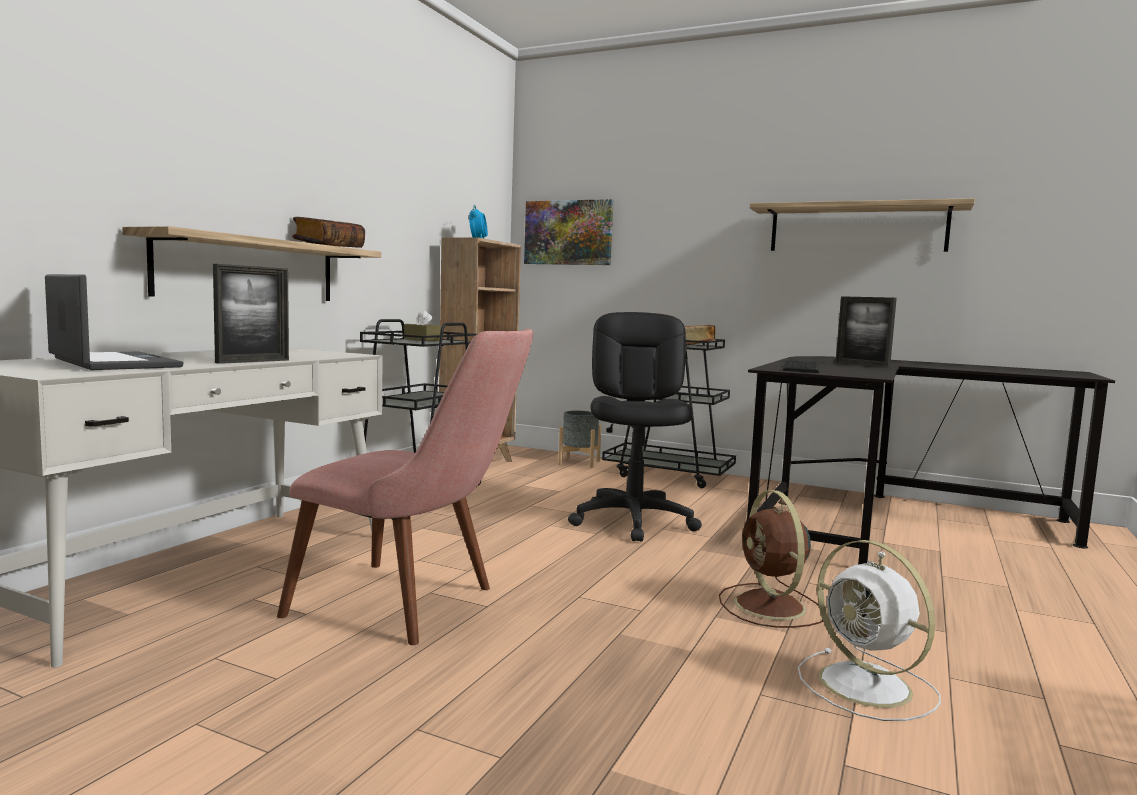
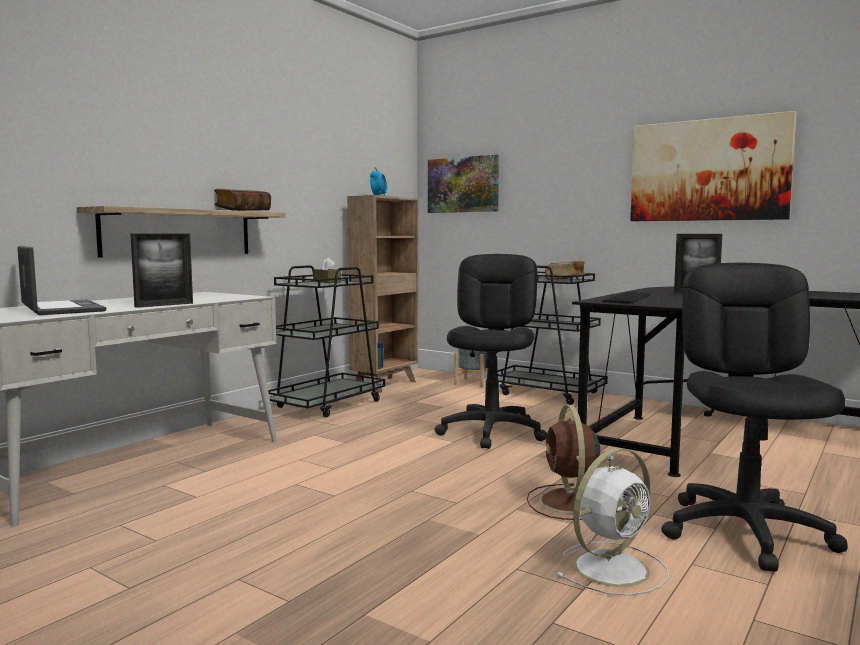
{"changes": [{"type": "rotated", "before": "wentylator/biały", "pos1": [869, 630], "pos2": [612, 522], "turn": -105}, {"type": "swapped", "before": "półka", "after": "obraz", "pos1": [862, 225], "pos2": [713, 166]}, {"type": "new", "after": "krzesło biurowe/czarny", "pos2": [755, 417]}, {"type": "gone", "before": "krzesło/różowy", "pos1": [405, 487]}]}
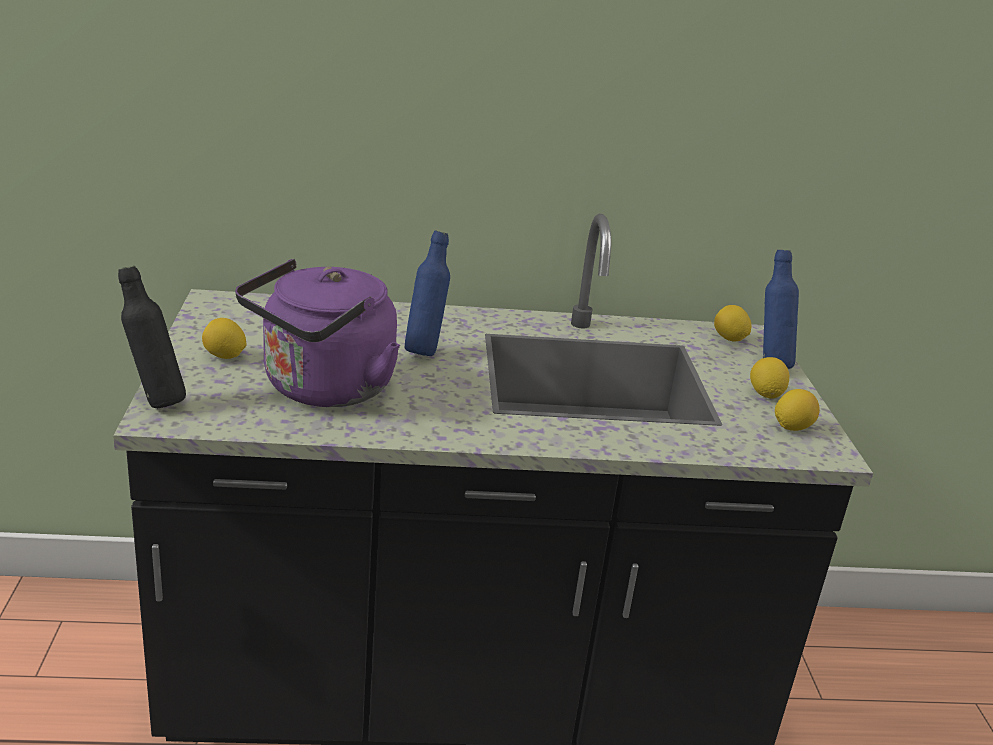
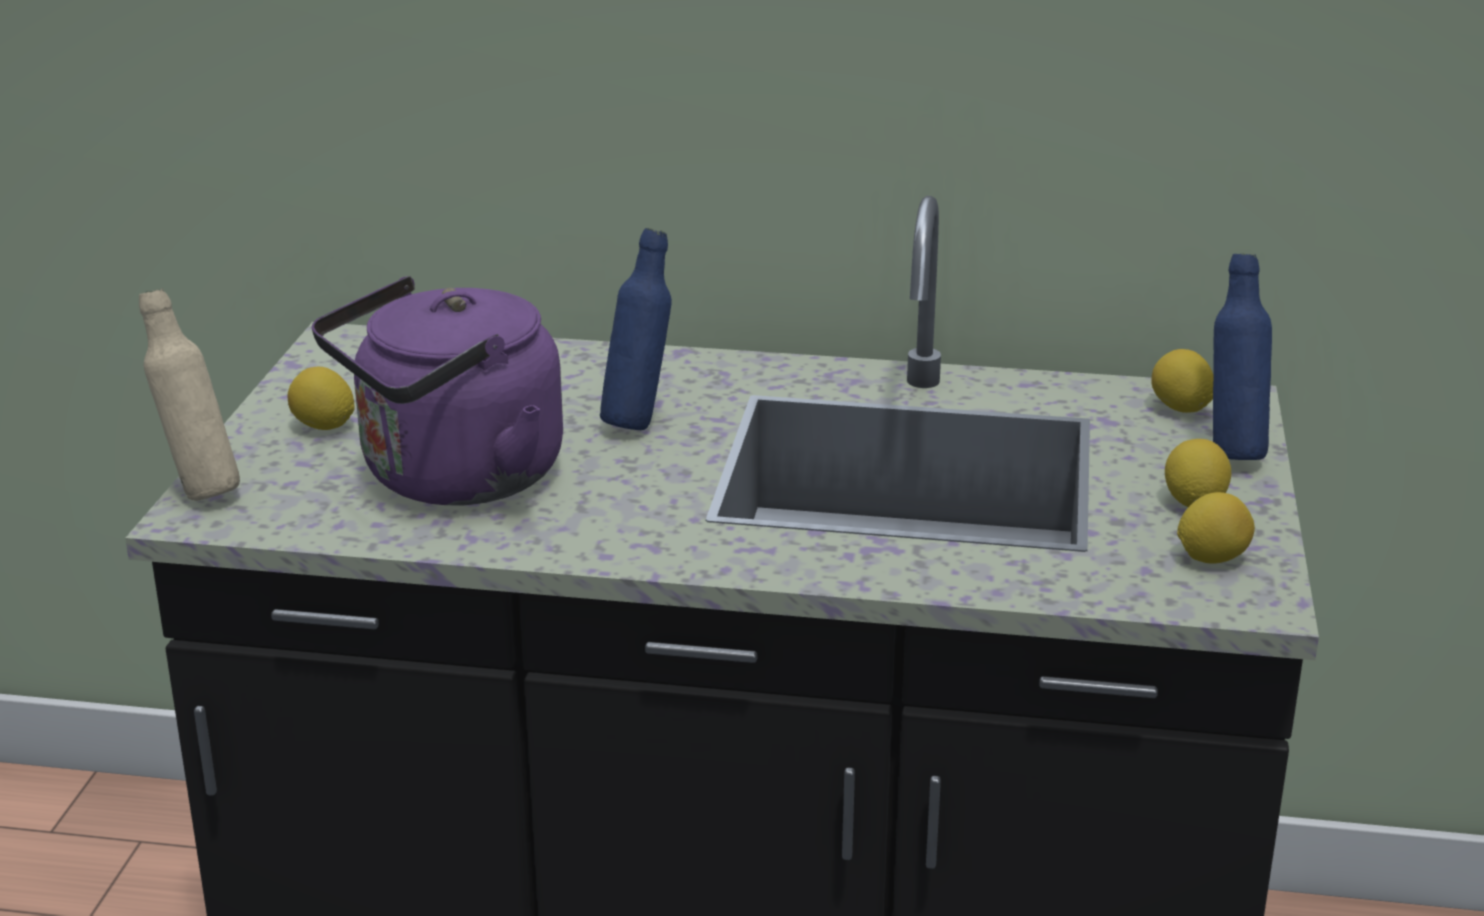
{"changes": [{"type": "repainted", "before": "butelka/czarny", "after": "butelka/beżowy", "pos1": [152, 337], "pos2": [189, 394]}]}
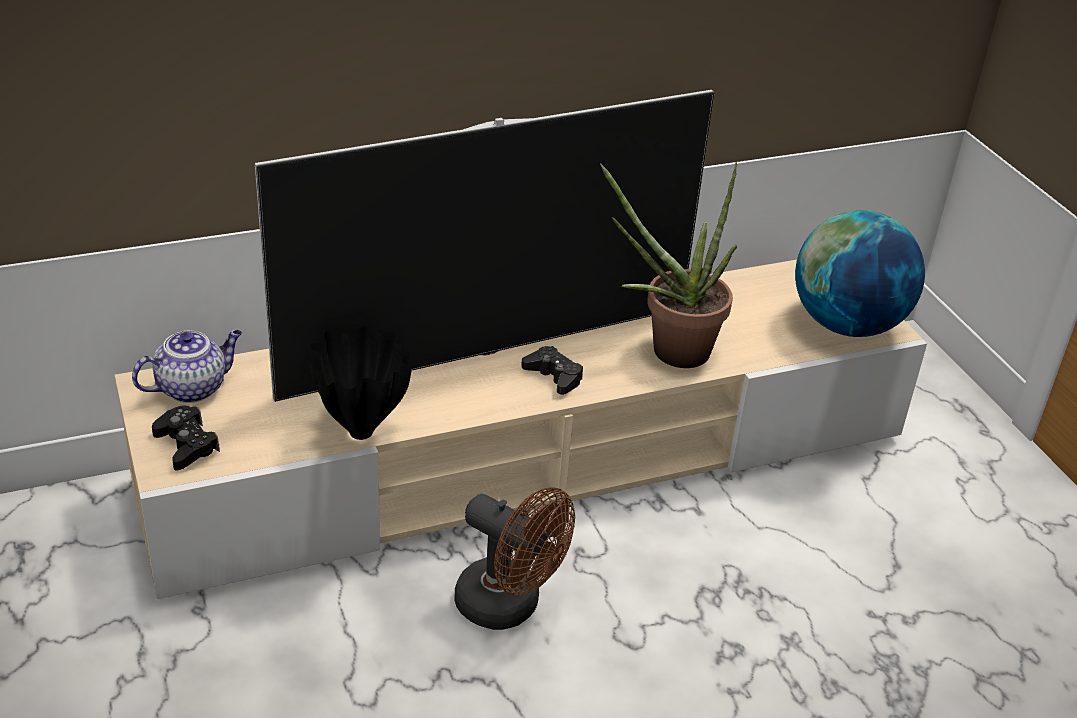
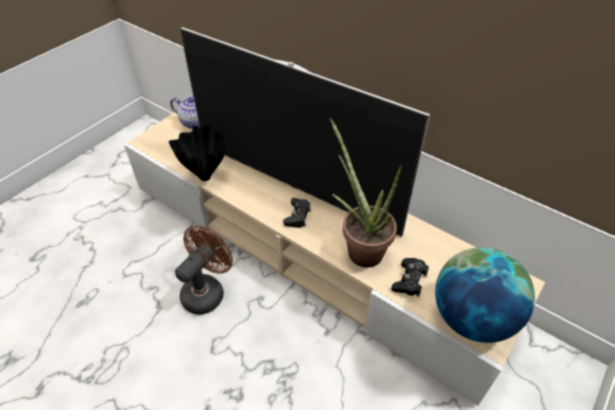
{"changes": [{"type": "rotated", "before": "wentylator/brązowy", "pos1": [514, 558], "pos2": [204, 270], "turn": -150}, {"type": "shifted", "before": "pad do gier/czarny", "pos1": [186, 438], "pos2": [410, 277]}]}
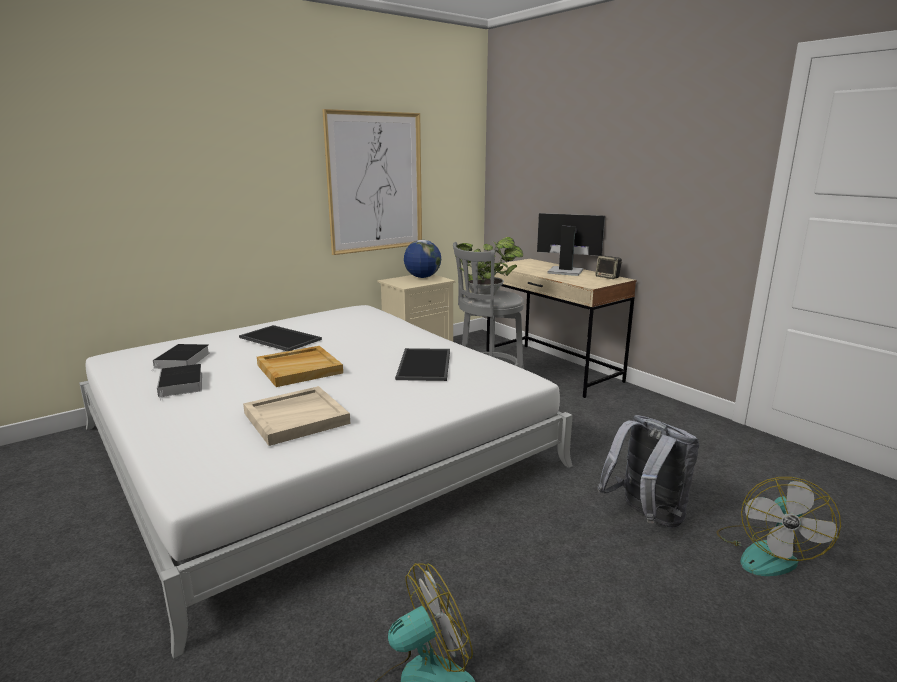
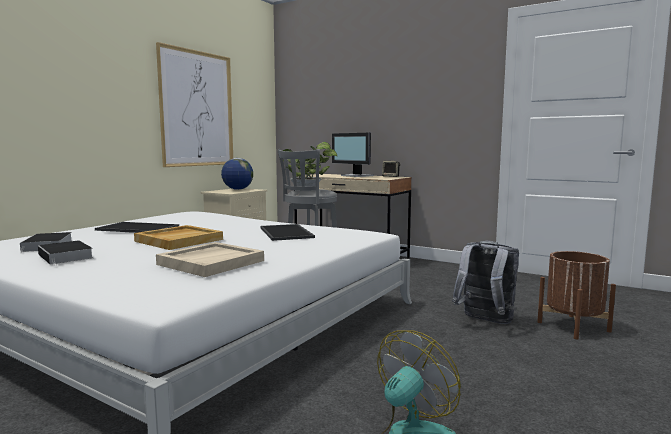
{"changes": [{"type": "rotated", "before": "monitor", "pos1": [571, 244], "pos2": [353, 155], "turn": -135}, {"type": "swapped", "before": "wentylator", "after": "donica/brązowy", "pos1": [778, 526], "pos2": [576, 295]}]}
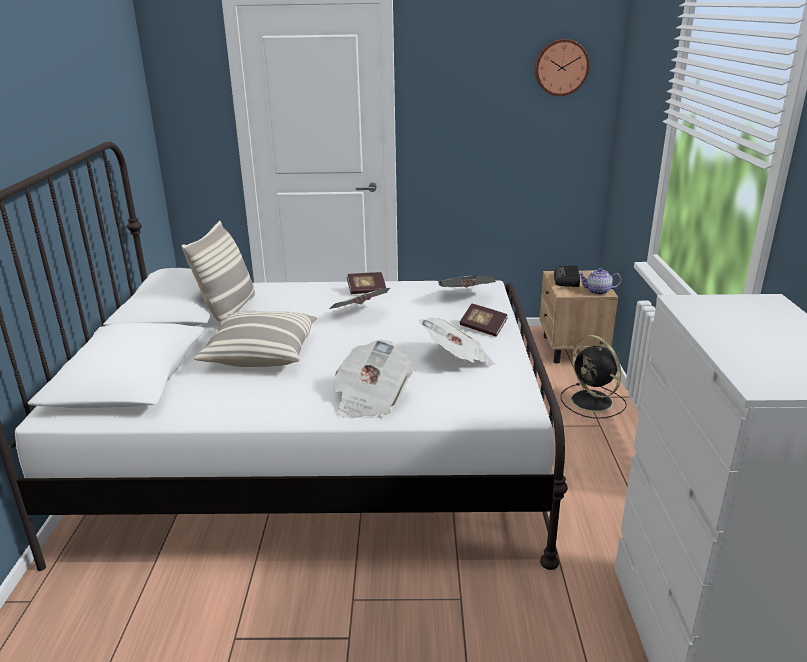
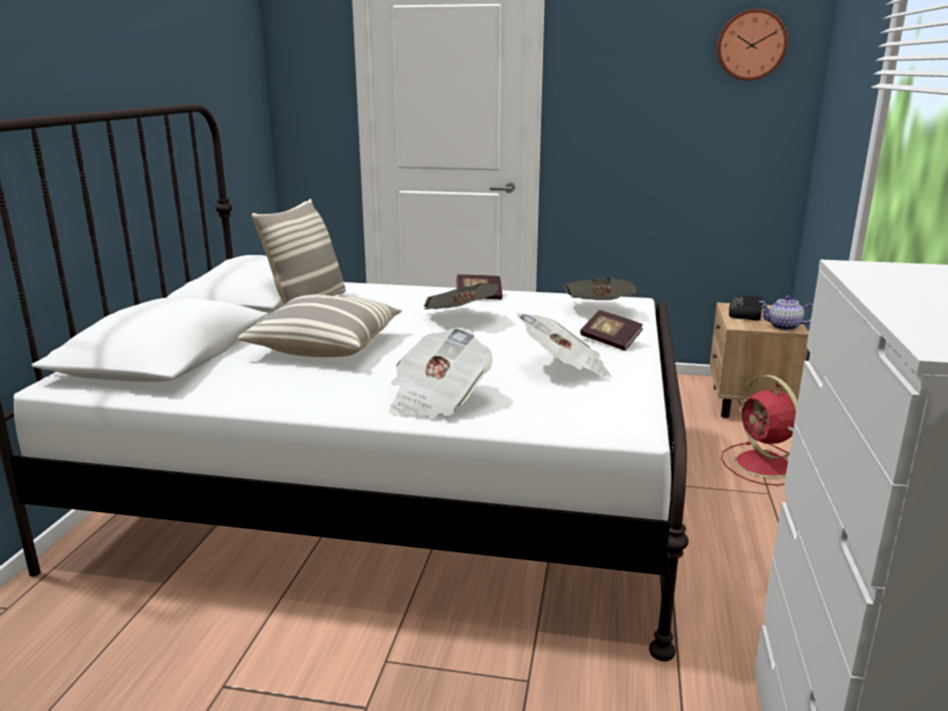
{"changes": [{"type": "repainted", "before": "wentylator/czarny", "after": "wentylator/czerwony", "pos1": [594, 377], "pos2": [759, 430]}]}
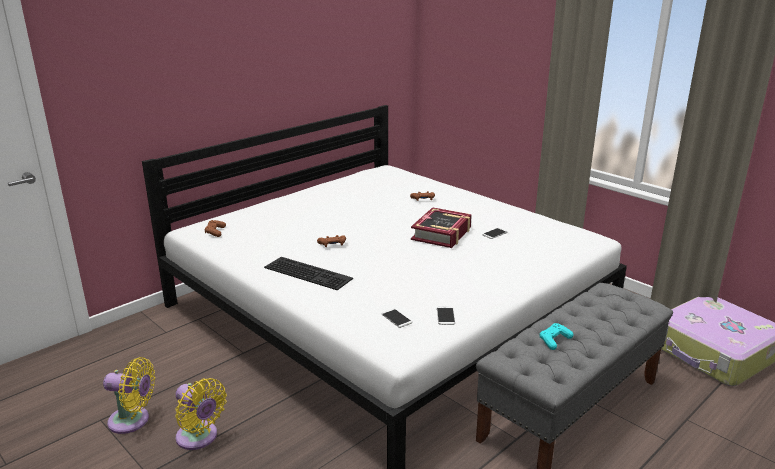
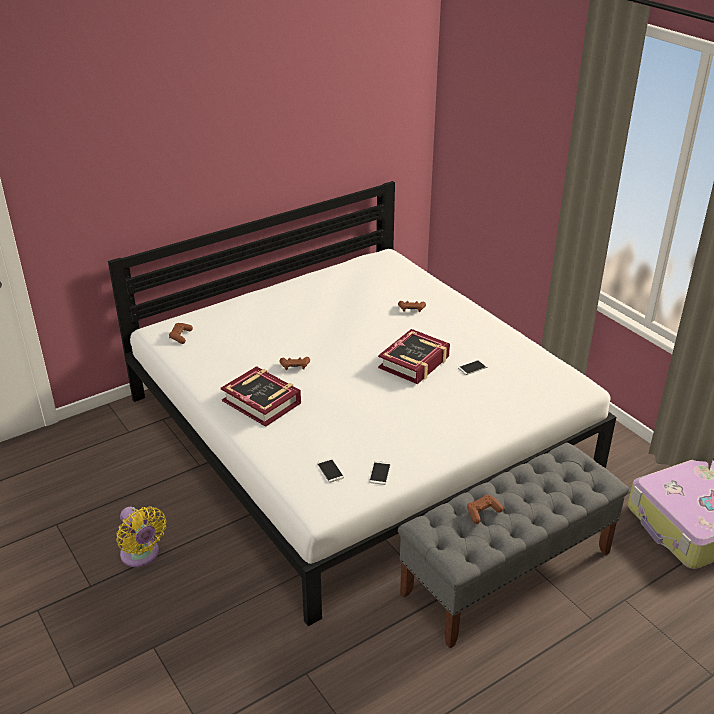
{"changes": [{"type": "swapped", "before": "klawiatura", "after": "książka", "pos1": [308, 273], "pos2": [261, 396]}, {"type": "repainted", "before": "pad do gier/turkusowy", "after": "pad do gier/brązowy", "pos1": [557, 336], "pos2": [485, 509]}, {"type": "gone", "before": "wentylator/żółty", "pos1": [129, 395]}]}
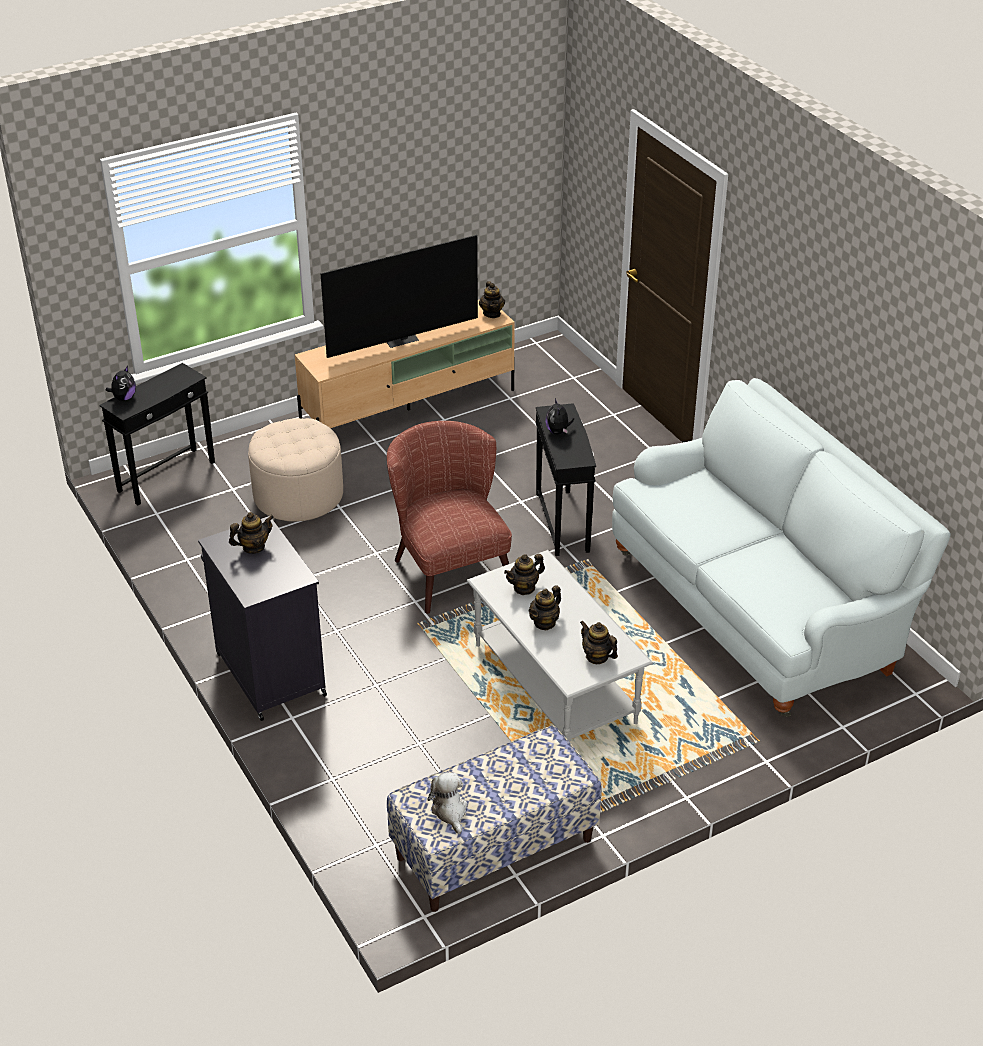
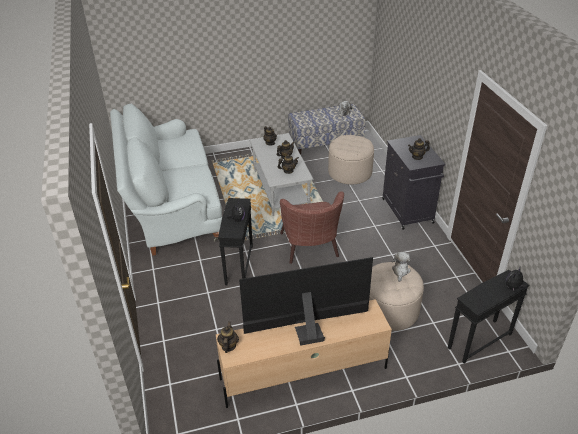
{"changes": [{"type": "new", "after": "pufa/beżowy", "pos2": [351, 160]}, {"type": "new", "after": "pluszak", "pos2": [400, 267]}]}
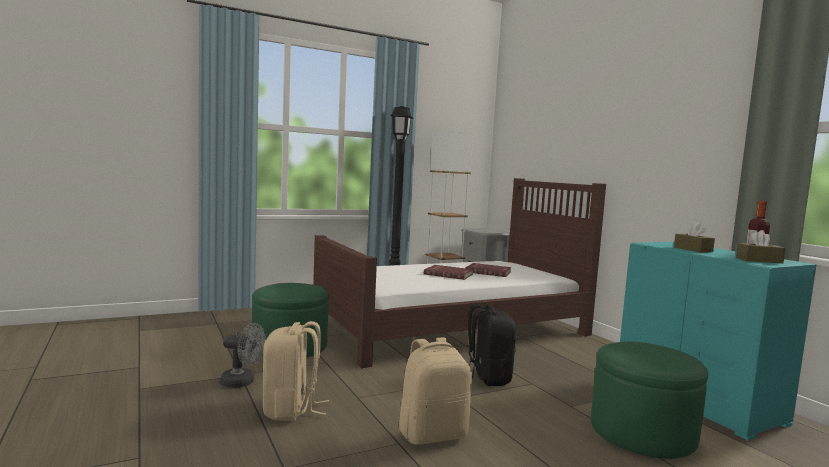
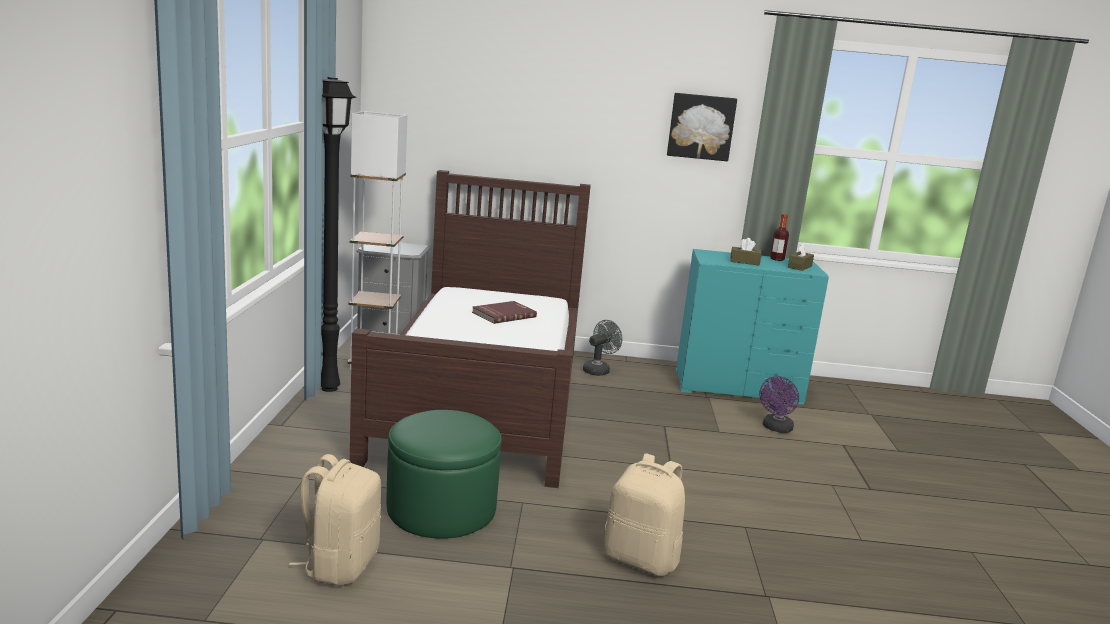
{"changes": [{"type": "shifted", "before": "plecak/beżowy", "pos1": [435, 391], "pos2": [335, 520]}, {"type": "shifted", "before": "wentylator/szary", "pos1": [243, 355], "pos2": [603, 348]}, {"type": "new", "after": "obraz", "pos2": [702, 127]}, {"type": "swapped", "before": "pufa/zielony", "after": "wentylator/fioletowy", "pos1": [649, 400], "pos2": [779, 404]}, {"type": "gone", "before": "książka/czerwony", "pos1": [448, 272]}, {"type": "gone", "before": "plecak/czarny", "pos1": [492, 345]}]}
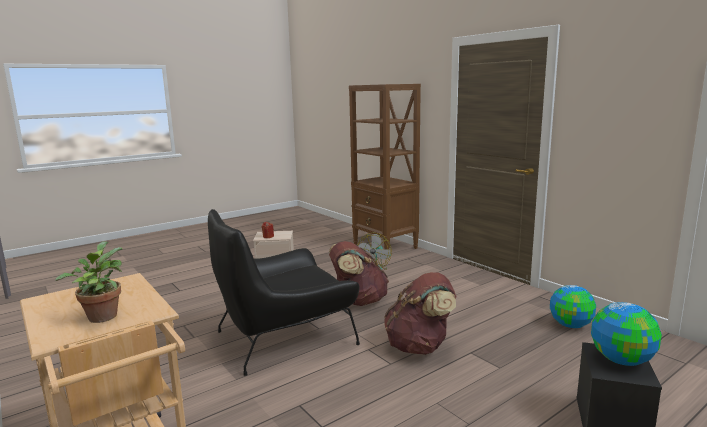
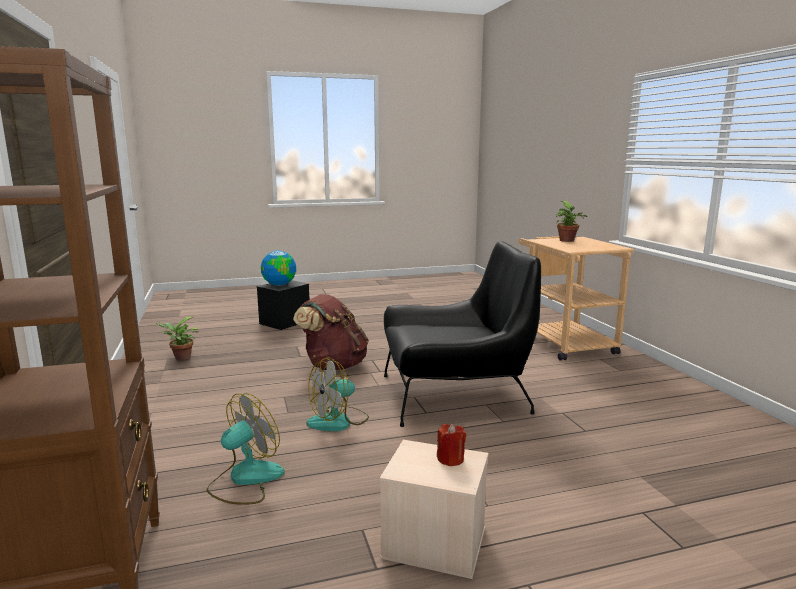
{"changes": [{"type": "swapped", "before": "globus", "after": "roślina doniczkowa", "pos1": [573, 306], "pos2": [177, 338]}, {"type": "swapped", "before": "plecak/brązowy", "after": "wentylator", "pos1": [359, 273], "pos2": [337, 394]}]}
